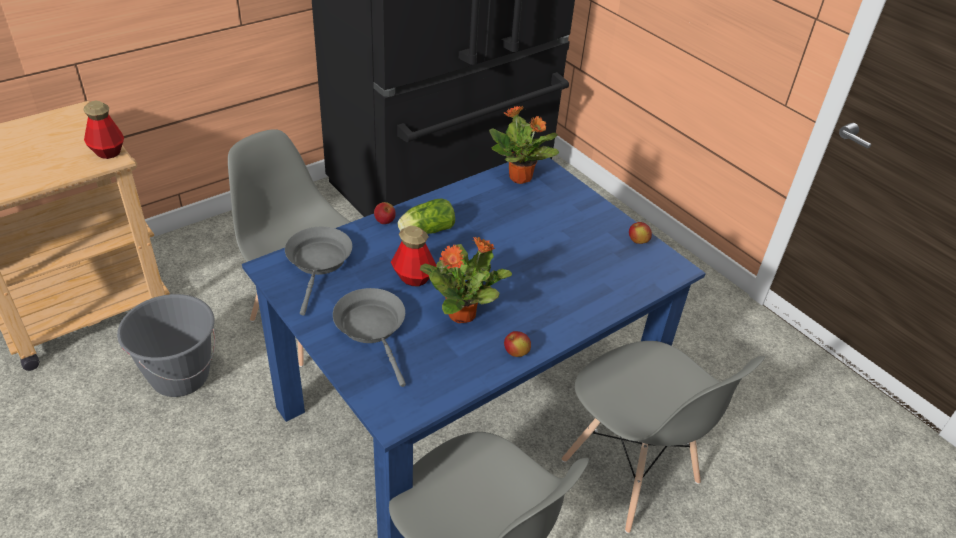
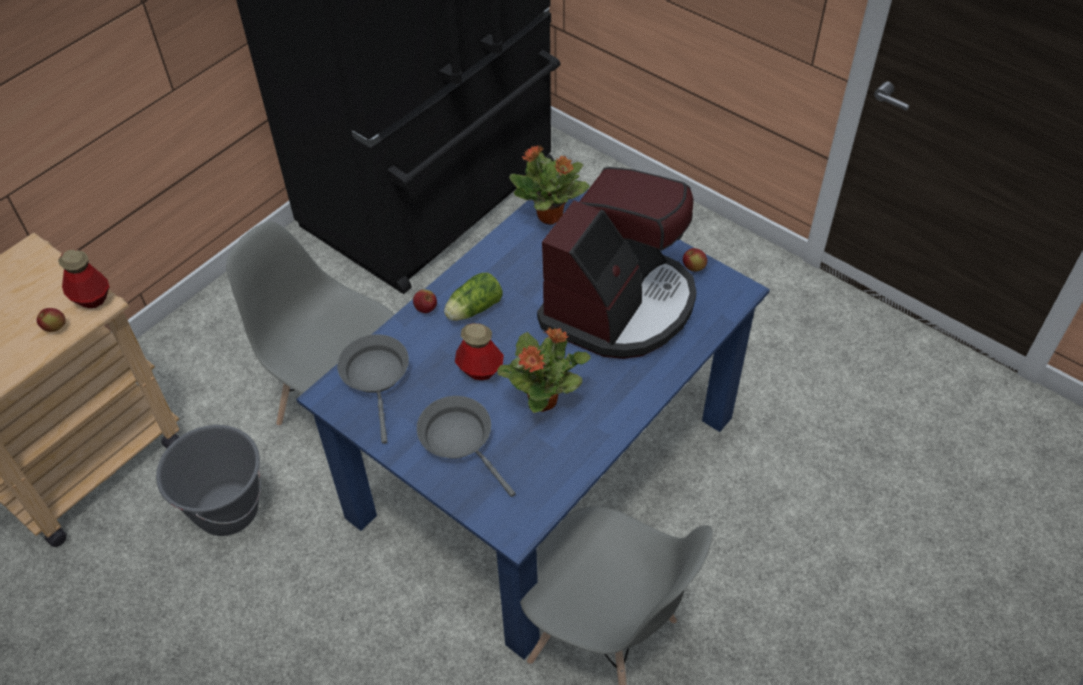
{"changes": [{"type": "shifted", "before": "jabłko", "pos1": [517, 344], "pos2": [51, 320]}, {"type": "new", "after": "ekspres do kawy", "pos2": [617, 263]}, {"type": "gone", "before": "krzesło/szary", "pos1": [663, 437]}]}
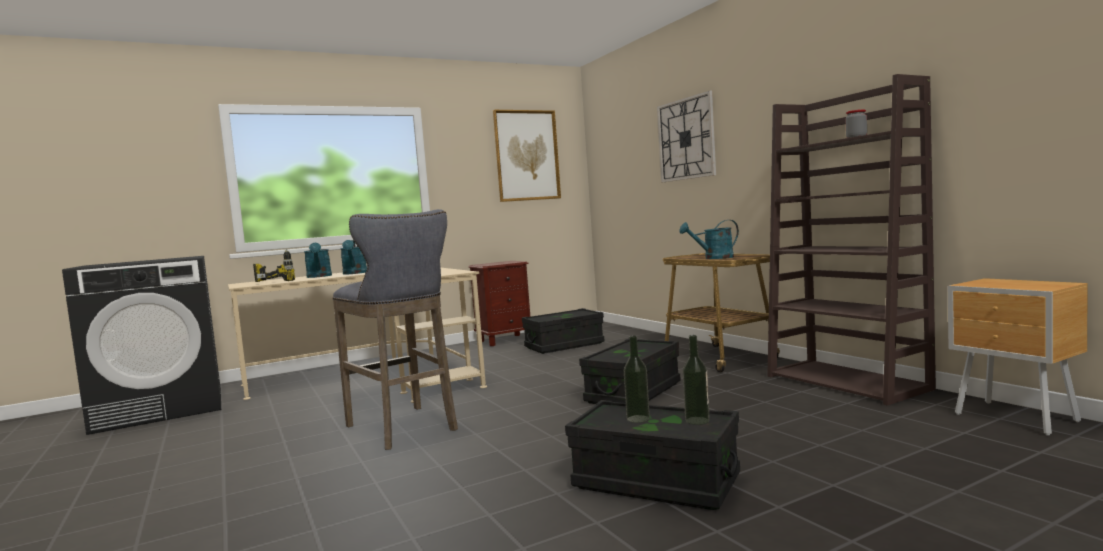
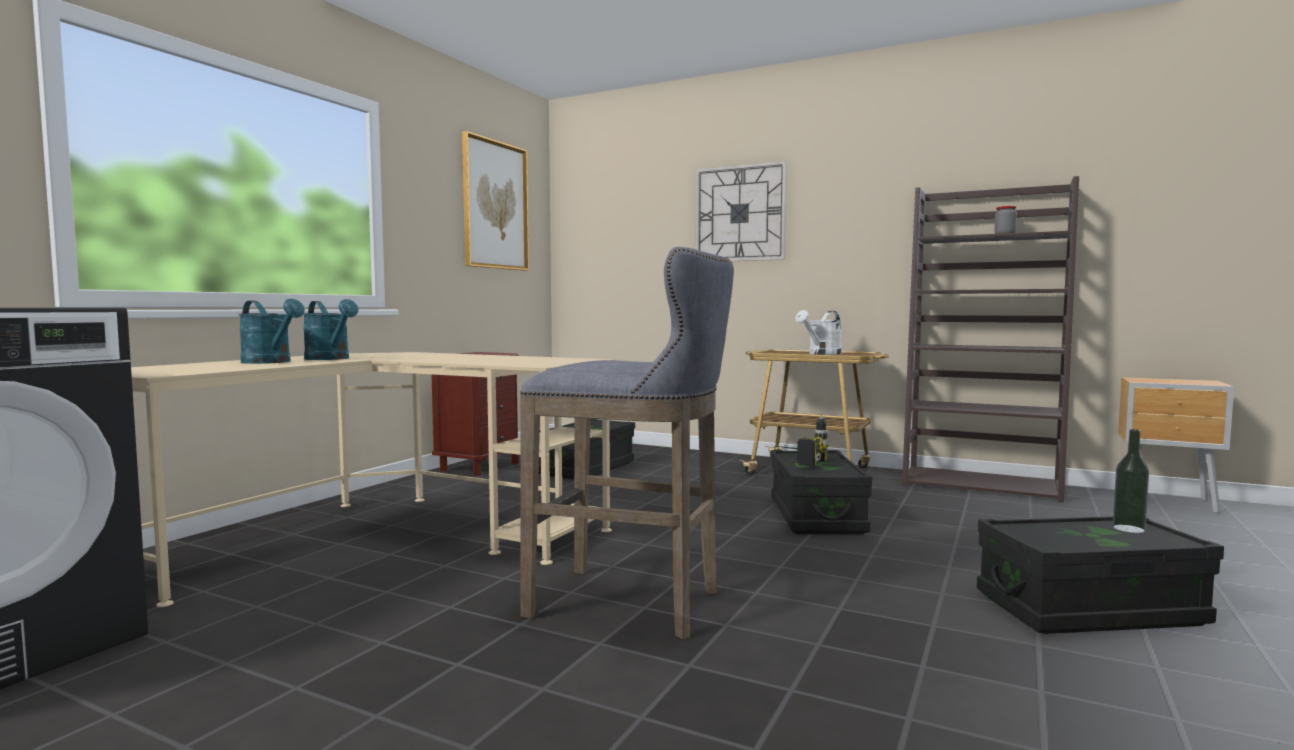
{"changes": [{"type": "shifted", "before": "wiertarka", "pos1": [274, 265], "pos2": [802, 440]}, {"type": "repainted", "before": "konewka/turkusowy", "after": "konewka/biały", "pos1": [709, 239], "pos2": [818, 332]}, {"type": "gone", "before": "butelka", "pos1": [637, 379]}]}
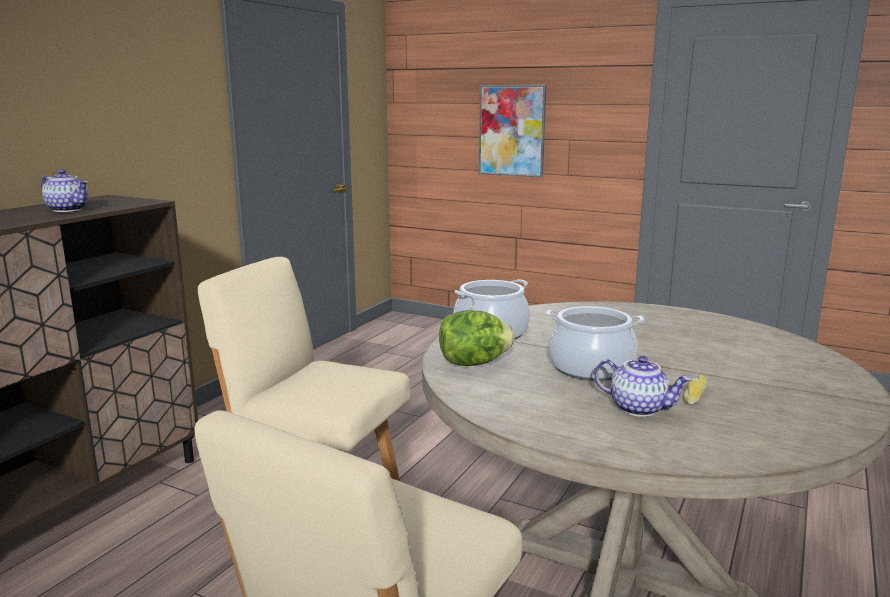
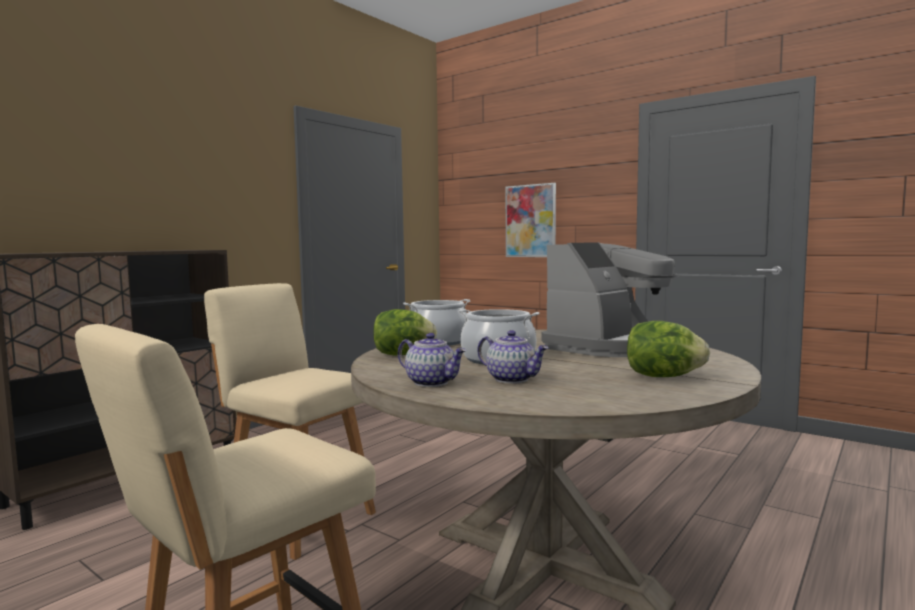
{"changes": [{"type": "shifted", "before": "imbryk", "pos1": [65, 190], "pos2": [432, 360]}, {"type": "new", "after": "ekspres do kawy", "pos2": [610, 299]}, {"type": "new", "after": "sałata", "pos2": [668, 349]}, {"type": "gone", "before": "chleb", "pos1": [695, 389]}]}
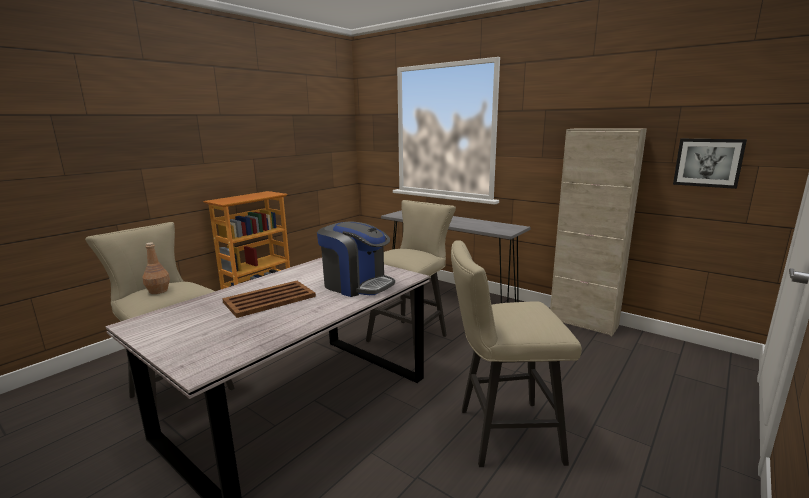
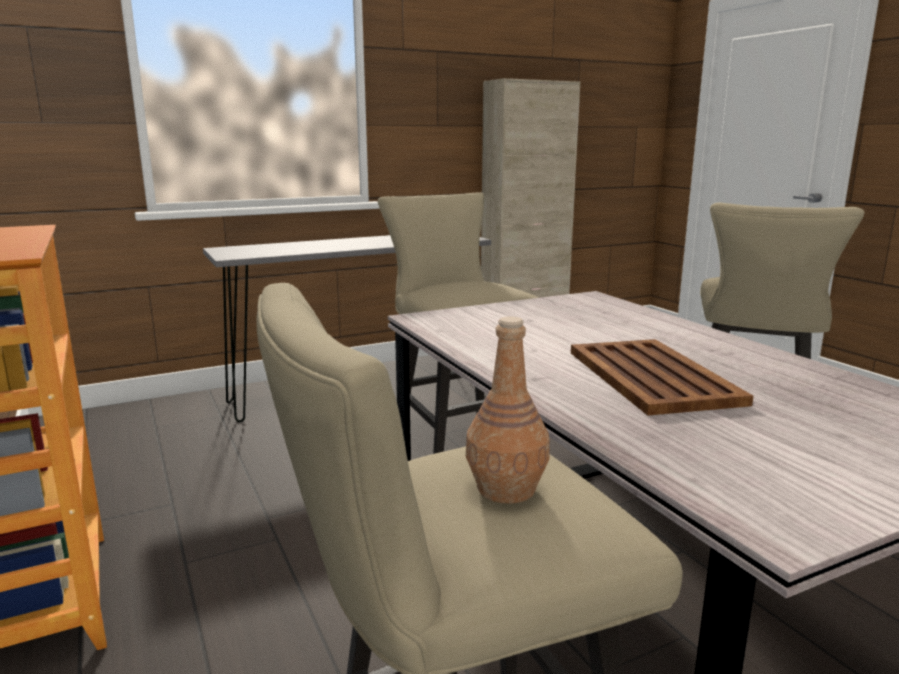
{"changes": [{"type": "gone", "before": "ekspres do kawy", "pos1": [356, 259]}, {"type": "gone", "before": "obraz", "pos1": [710, 164]}]}
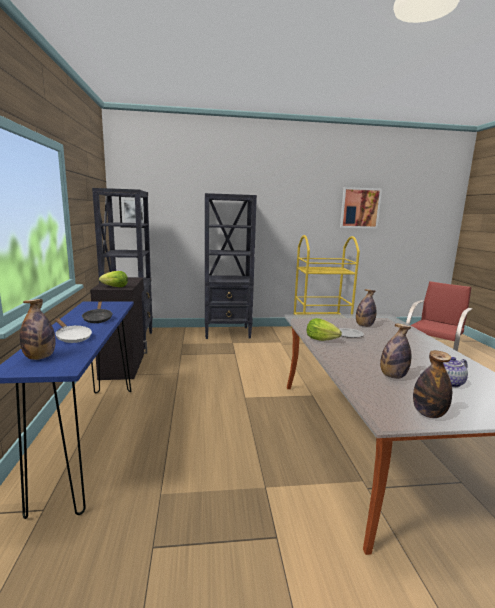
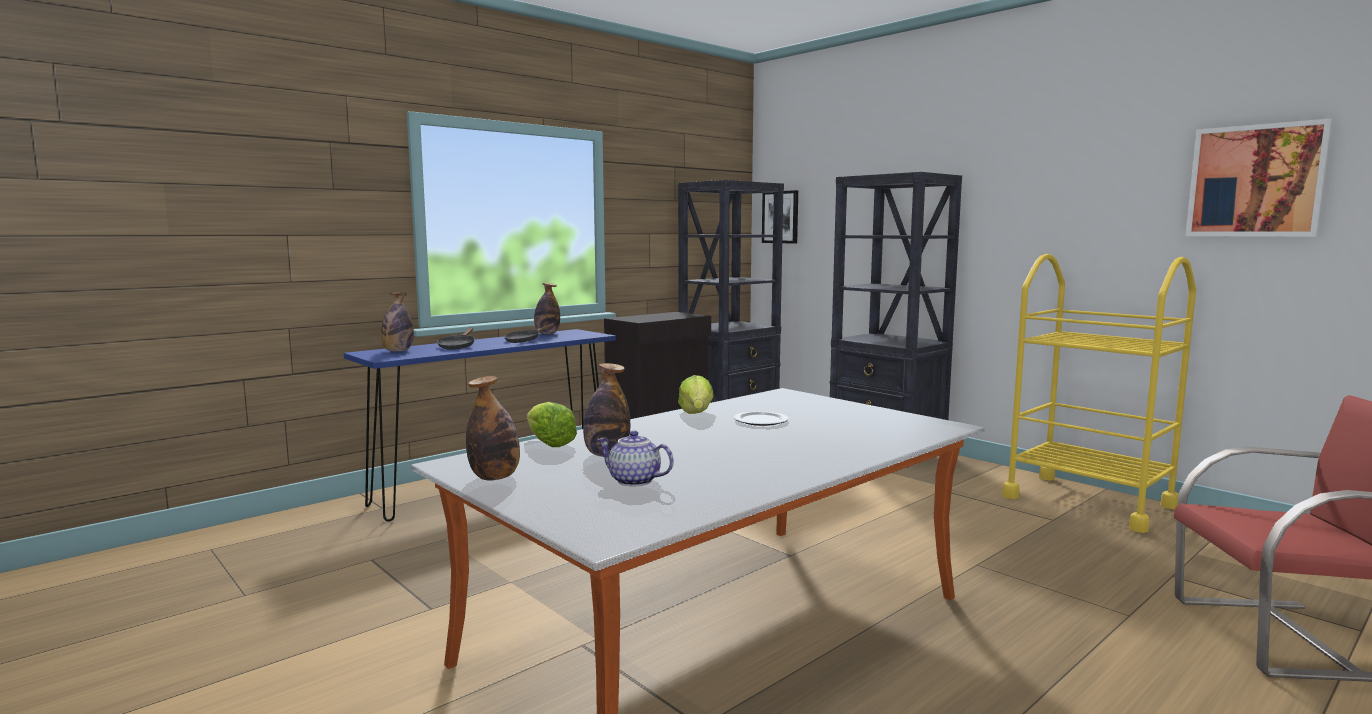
{"changes": [{"type": "repainted", "before": "patelnia/biały", "after": "patelnia/czarny", "pos1": [73, 330], "pos2": [456, 338]}, {"type": "shifted", "before": "sałata", "pos1": [113, 279], "pos2": [552, 424]}, {"type": "shifted", "before": "butelka", "pos1": [366, 308], "pos2": [547, 308]}]}
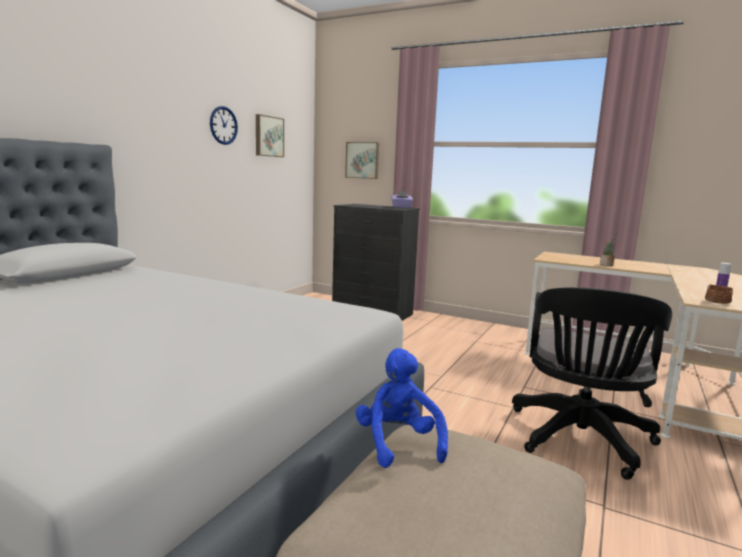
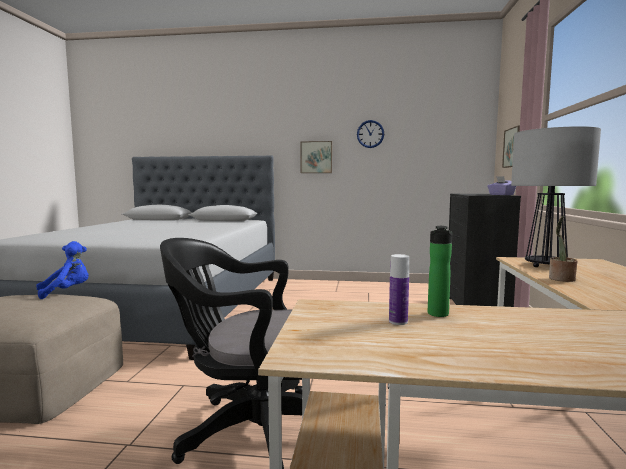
{"changes": [{"type": "shifted", "before": "obraz", "pos1": [270, 135], "pos2": [316, 157]}, {"type": "new", "after": "butelka", "pos2": [440, 271]}, {"type": "new", "after": "lampa stołowa", "pos2": [556, 196]}, {"type": "gone", "before": "miska/brązowy", "pos1": [719, 294]}]}
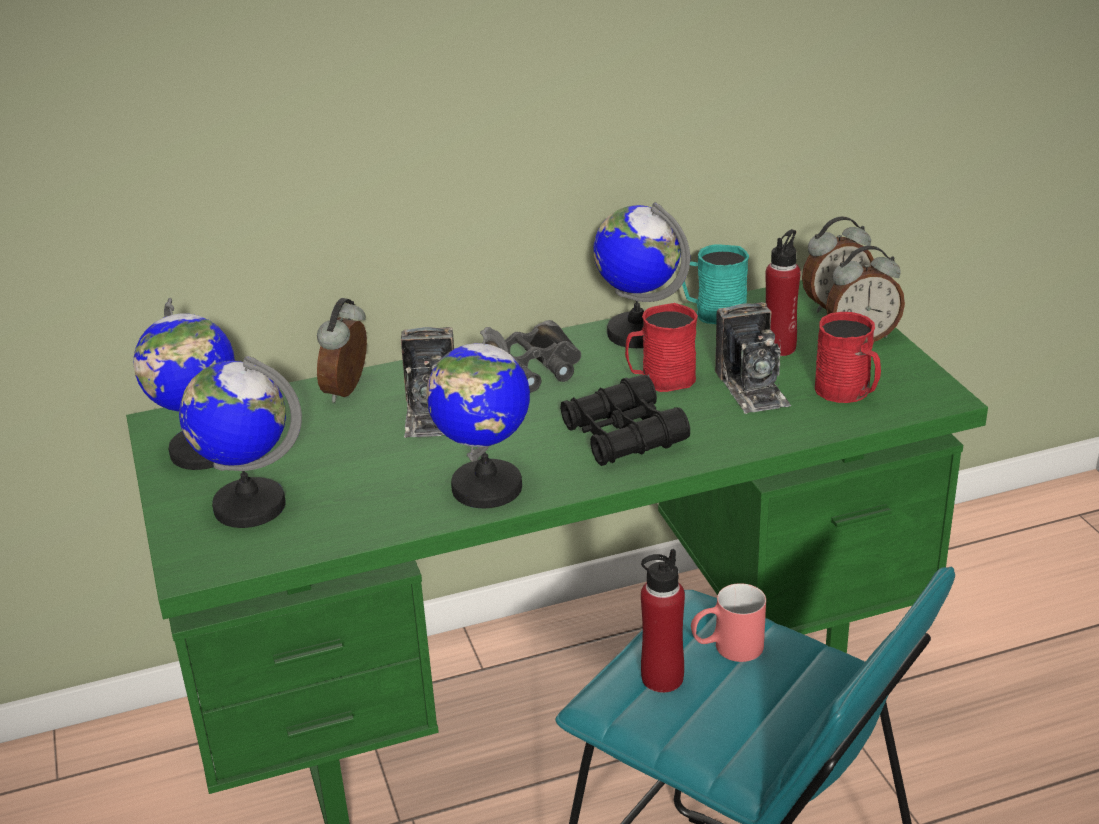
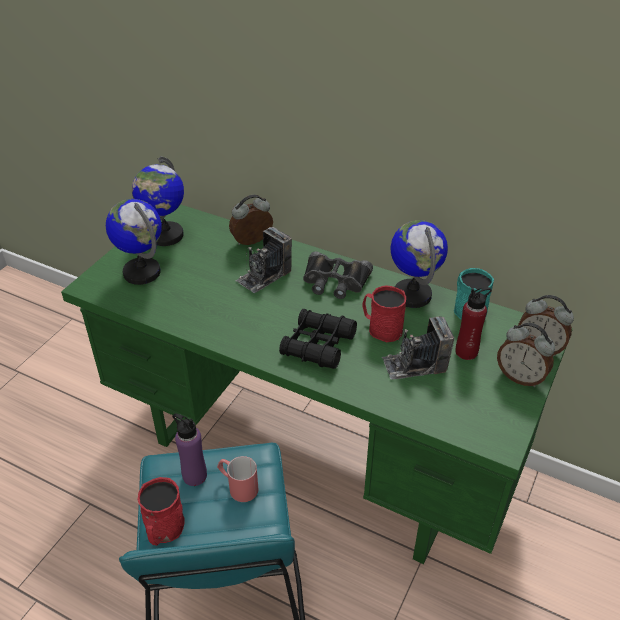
{"changes": [{"type": "shifted", "before": "kubek/czerwony", "pos1": [848, 357], "pos2": [161, 511]}, {"type": "repainted", "before": "butelka/czerwony", "after": "butelka/fioletowy", "pos1": [663, 621], "pos2": [189, 450]}, {"type": "rotated", "before": "aparat fotograficzny", "pos1": [753, 358], "pos2": [418, 348], "turn": 45}, {"type": "gone", "before": "globus", "pos1": [478, 417]}]}
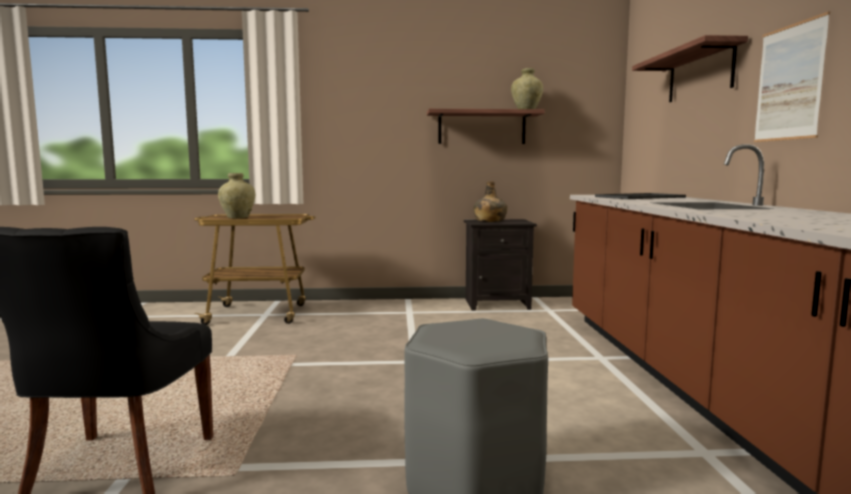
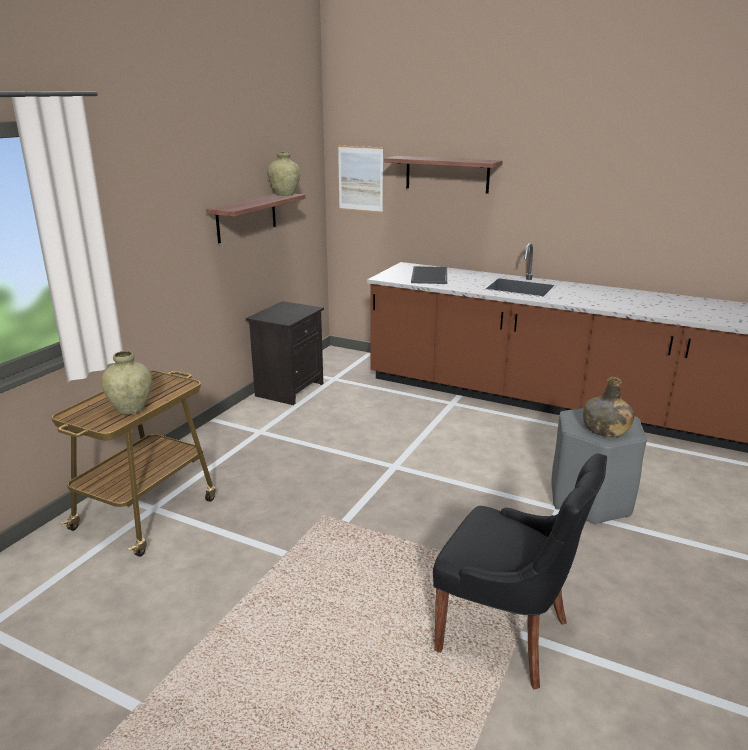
{"changes": [{"type": "shifted", "before": "obraz", "pos1": [792, 77], "pos2": [360, 179]}, {"type": "shifted", "before": "butelka/zielony", "pos1": [490, 201], "pos2": [608, 407]}]}
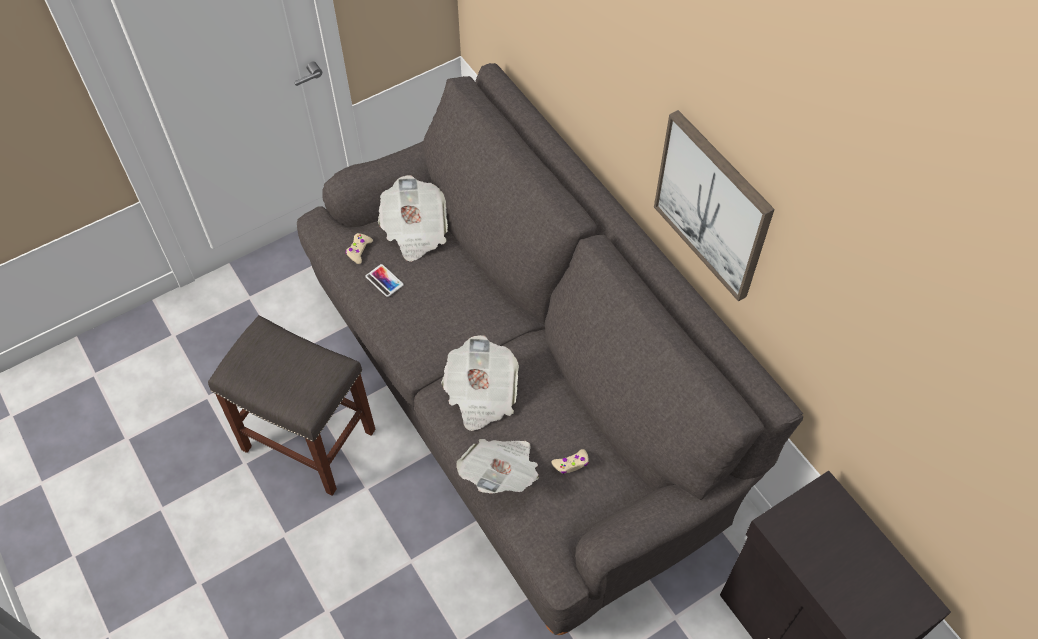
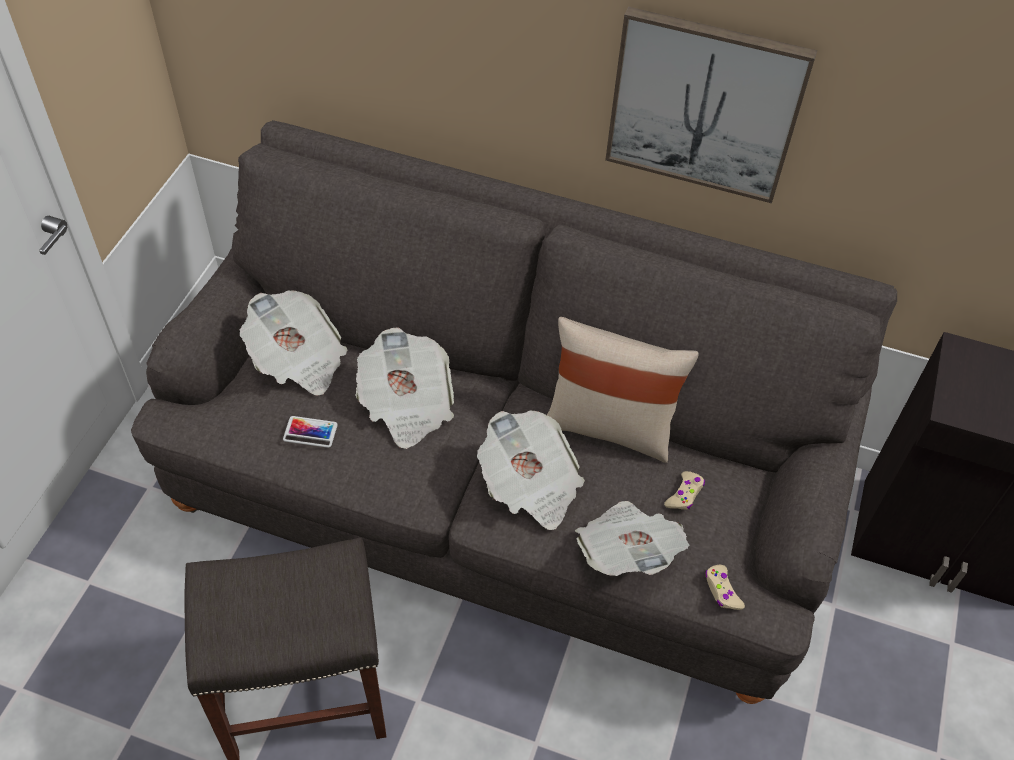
{"changes": [{"type": "new", "after": "gazeta", "pos2": [405, 388]}, {"type": "new", "after": "poduszka/beżowy", "pos2": [623, 390]}, {"type": "shifted", "before": "pad do gier/beżowy", "pos1": [359, 248], "pos2": [725, 587]}]}
